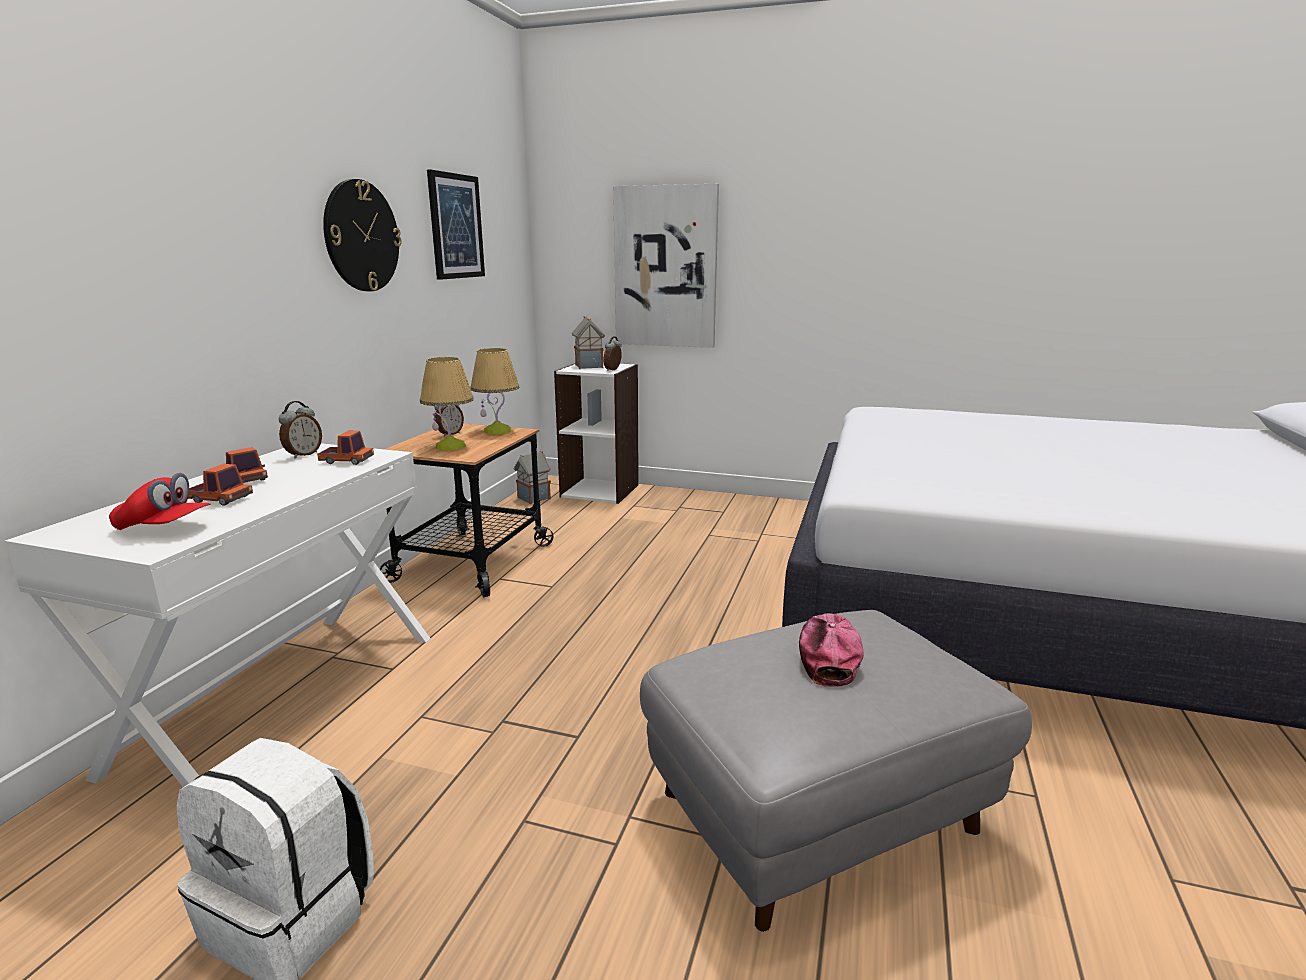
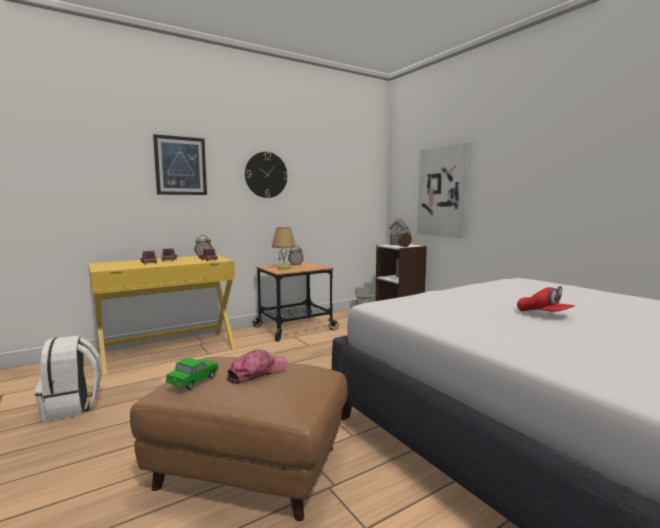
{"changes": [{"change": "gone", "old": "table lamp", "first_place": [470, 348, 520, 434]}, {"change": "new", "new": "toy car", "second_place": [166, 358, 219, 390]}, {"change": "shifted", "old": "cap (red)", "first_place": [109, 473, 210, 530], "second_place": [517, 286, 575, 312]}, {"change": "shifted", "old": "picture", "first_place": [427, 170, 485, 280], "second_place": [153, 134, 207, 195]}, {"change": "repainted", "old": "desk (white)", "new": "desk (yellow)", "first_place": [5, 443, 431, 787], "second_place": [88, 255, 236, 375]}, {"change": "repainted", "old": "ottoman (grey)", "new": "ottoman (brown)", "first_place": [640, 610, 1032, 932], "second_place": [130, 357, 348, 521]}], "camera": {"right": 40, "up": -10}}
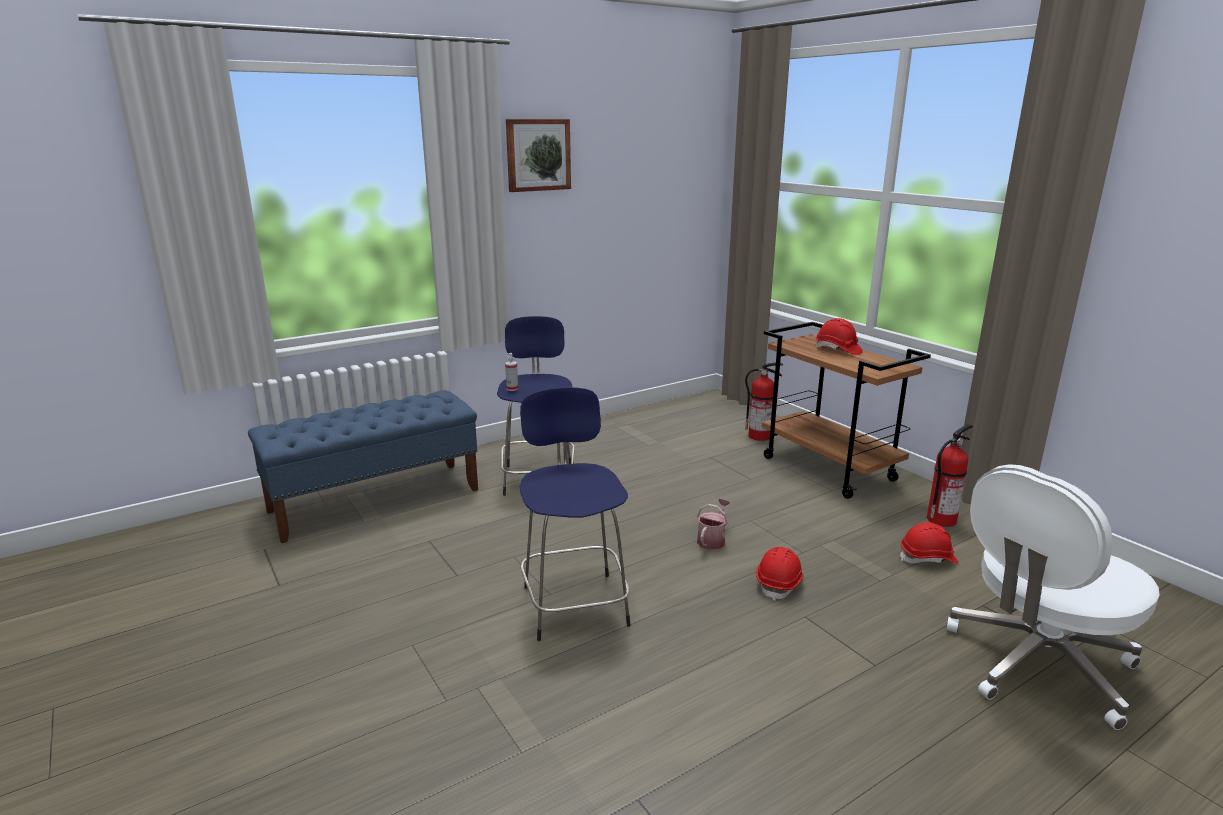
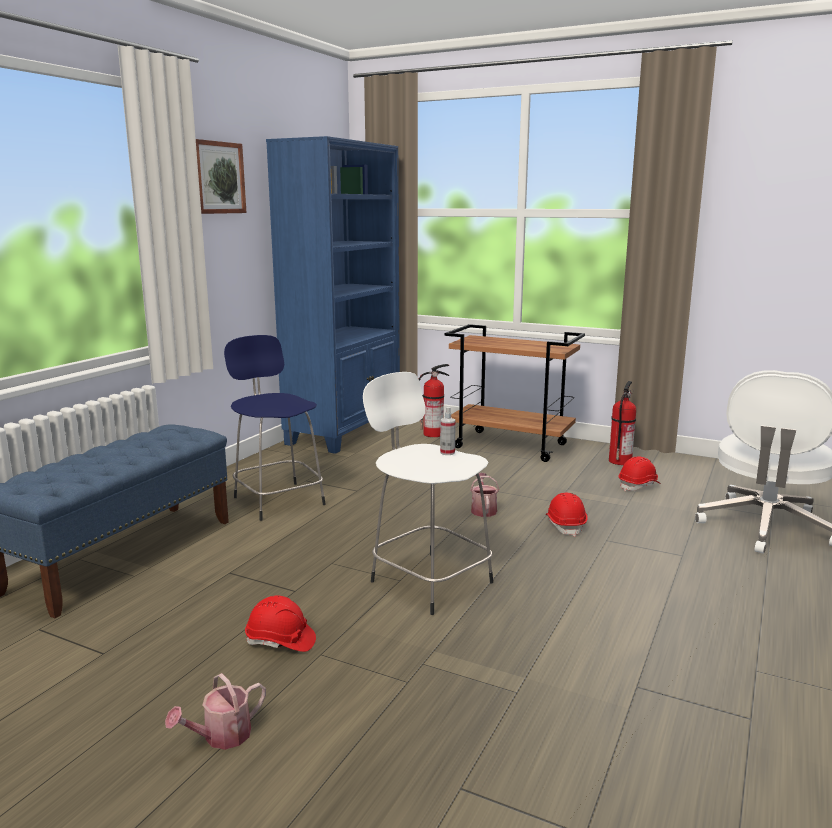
{"changes": [{"change": "new", "new": "watering can", "second_place": [165, 673, 266, 750]}, {"change": "new", "new": "bookcase (blue)", "second_place": [266, 136, 400, 454]}, {"change": "shifted", "old": "spray bottle", "first_place": [505, 353, 518, 391], "second_place": [440, 407, 456, 455]}, {"change": "shifted", "old": "hard hat (red)", "first_place": [816, 318, 863, 355], "second_place": [245, 595, 316, 652]}, {"change": "repainted", "old": "stool (blue)", "new": "stool (white)", "first_place": [520, 387, 631, 641], "second_place": [363, 372, 493, 615]}], "camera": {"right": -30, "up": -5}}
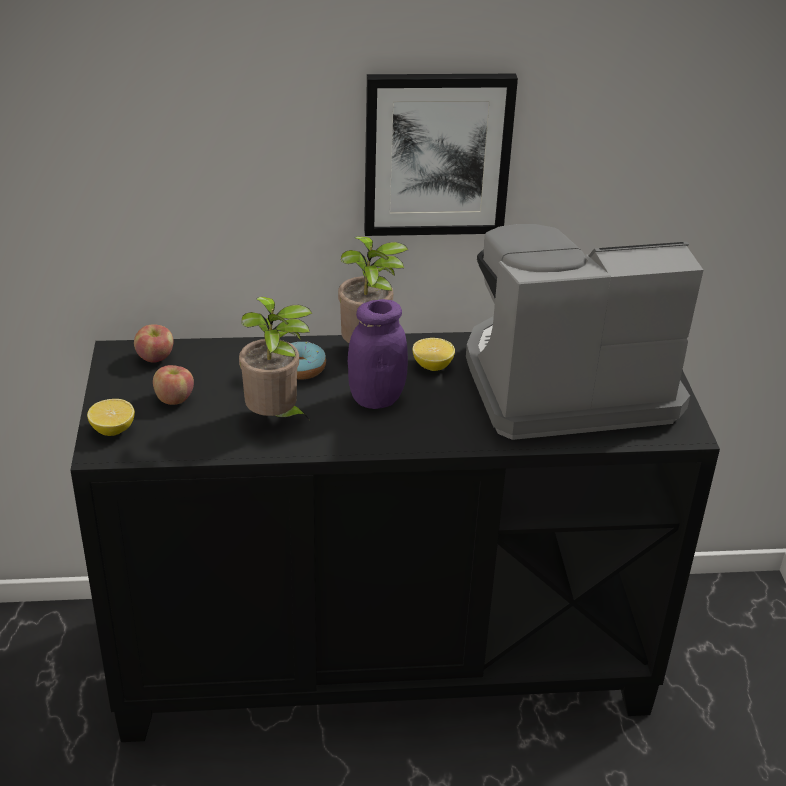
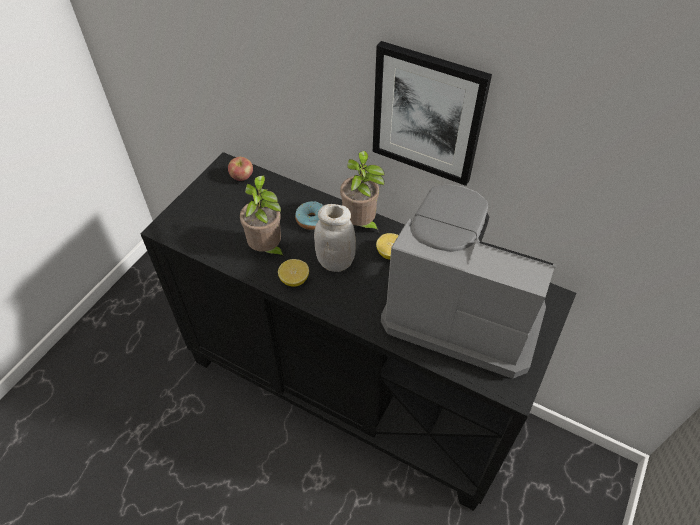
{"changes": [{"change": "gone", "old": "apple", "first_place": [153, 365, 194, 405]}, {"change": "shifted", "old": "lemon", "first_place": [87, 399, 135, 436], "second_place": [278, 259, 309, 287]}, {"change": "repainted", "old": "jar (purple)", "new": "jar (white)", "first_place": [348, 299, 408, 409], "second_place": [314, 204, 356, 272]}], "camera": {"right": 35, "up": 15}}
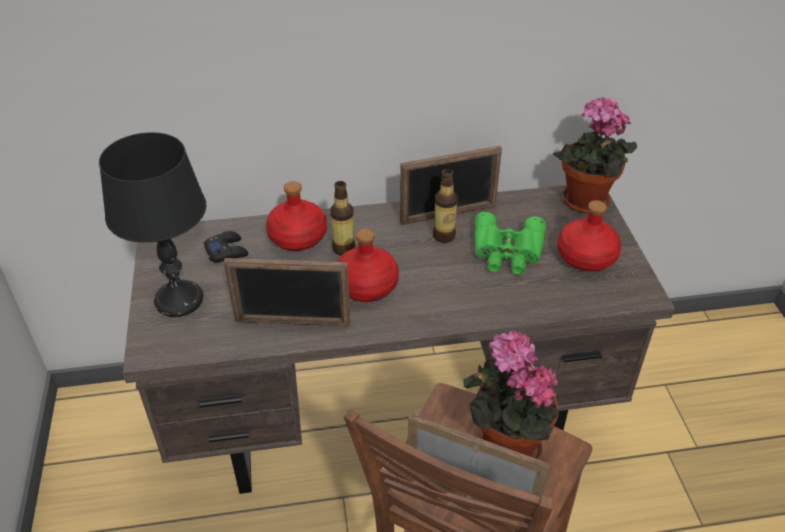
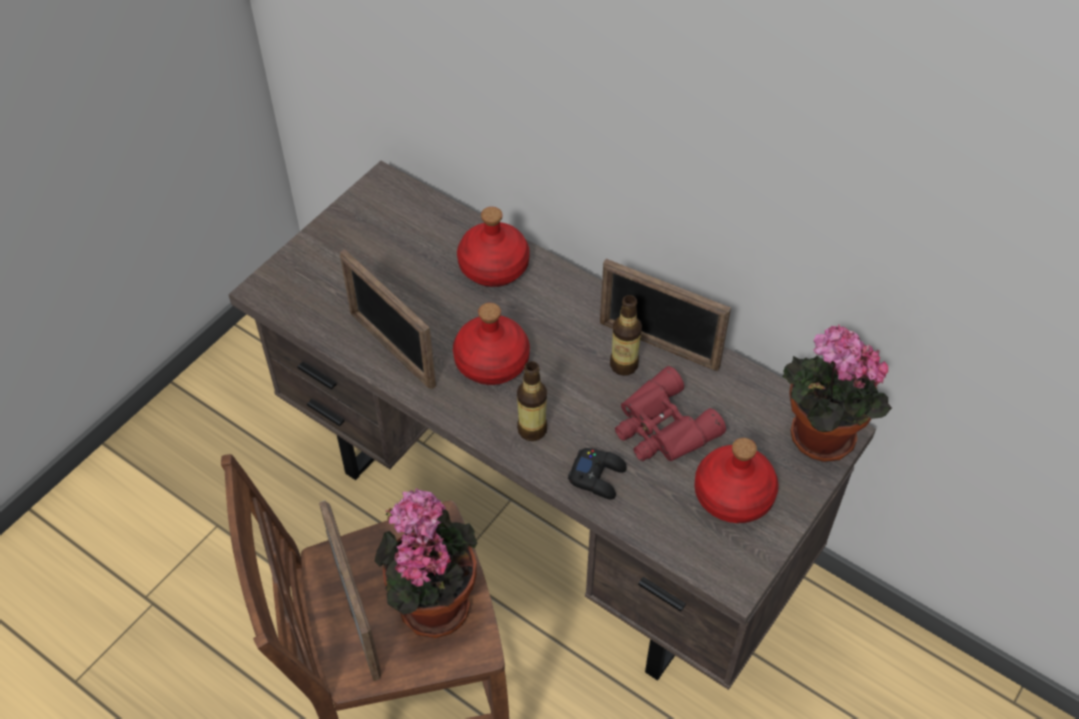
{"changes": [{"change": "gone", "old": "table lamp (black)", "first_place": [99, 132, 206, 317]}, {"change": "shifted", "old": "game controller (black)", "first_place": [203, 231, 248, 263], "second_place": [568, 448, 627, 499]}, {"change": "shifted", "old": "bottle", "first_place": [330, 181, 355, 256], "second_place": [517, 361, 547, 441]}, {"change": "repainted", "old": "binoculars (green)", "new": "binoculars (red)", "first_place": [474, 212, 546, 275], "second_place": [615, 366, 726, 461]}], "camera": {"right": 45, "up": 10}}
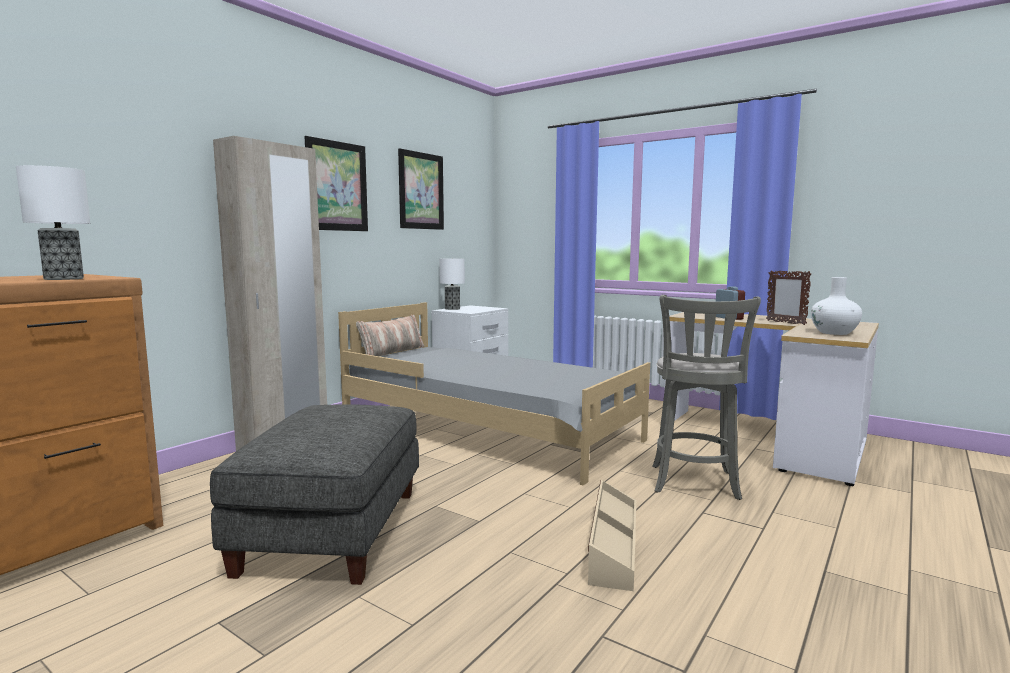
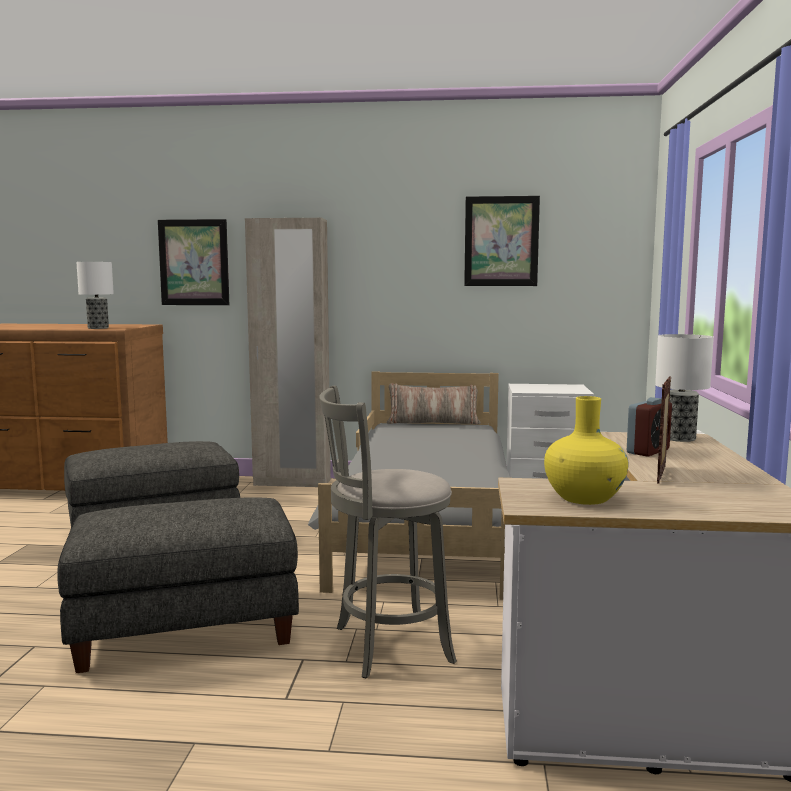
{"changes": [{"change": "shifted", "old": "picture", "first_place": [304, 136, 368, 231], "second_place": [158, 219, 229, 305]}, {"change": "shifted", "old": "table lamp", "first_place": [439, 258, 465, 310], "second_place": [655, 334, 714, 442]}, {"change": "swapped", "old": "storage box (beige)", "new": "ottoman (grey)", "first_place": [588, 480, 636, 591], "second_place": [57, 498, 299, 673]}, {"change": "repainted", "old": "vase (white)", "new": "vase (yellow)", "first_place": [811, 277, 862, 335], "second_place": [544, 396, 629, 505]}], "camera": {"right": 60, "up": 0}}
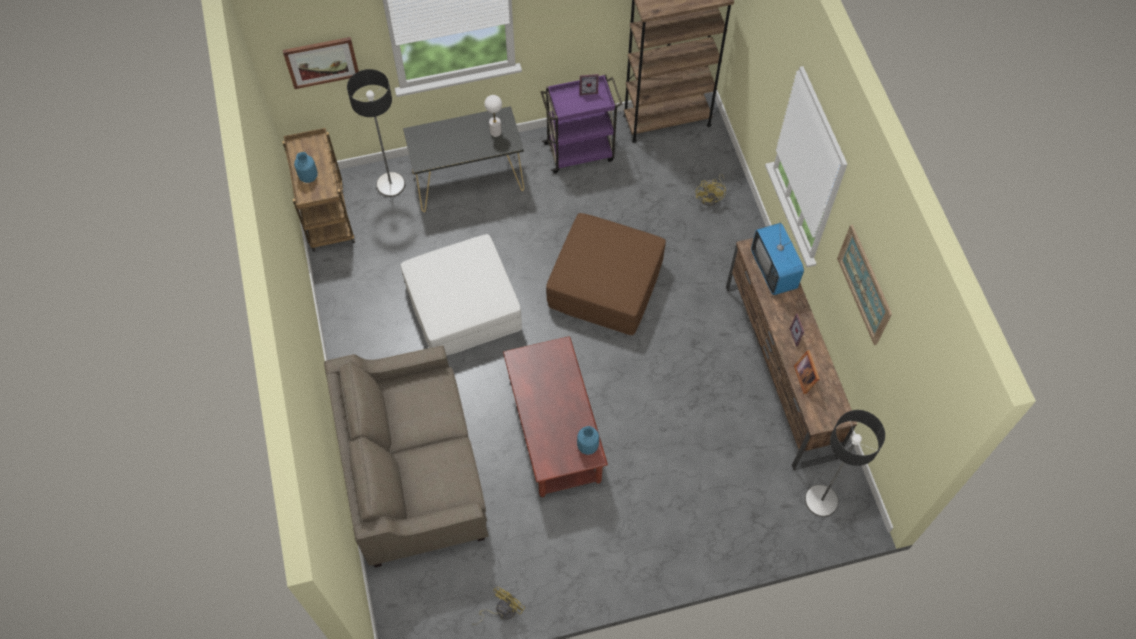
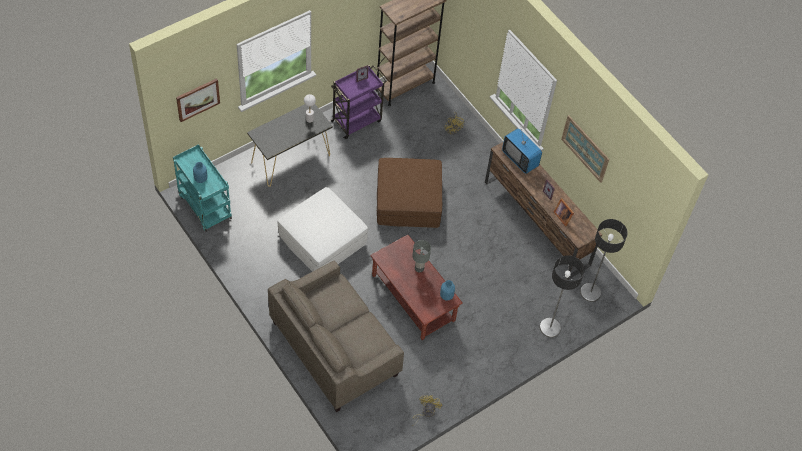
{"changes": [{"change": "new", "new": "table lamp (grey)", "second_place": [412, 240, 431, 272]}, {"change": "shifted", "old": "floor lamp", "first_place": [347, 69, 405, 197], "second_place": [540, 255, 585, 338]}, {"change": "repainted", "old": "cart (brown)", "new": "cart (turquoise)", "first_place": [282, 128, 355, 252], "second_place": [173, 144, 232, 232]}], "camera": {"right": -25, "up": -5}}
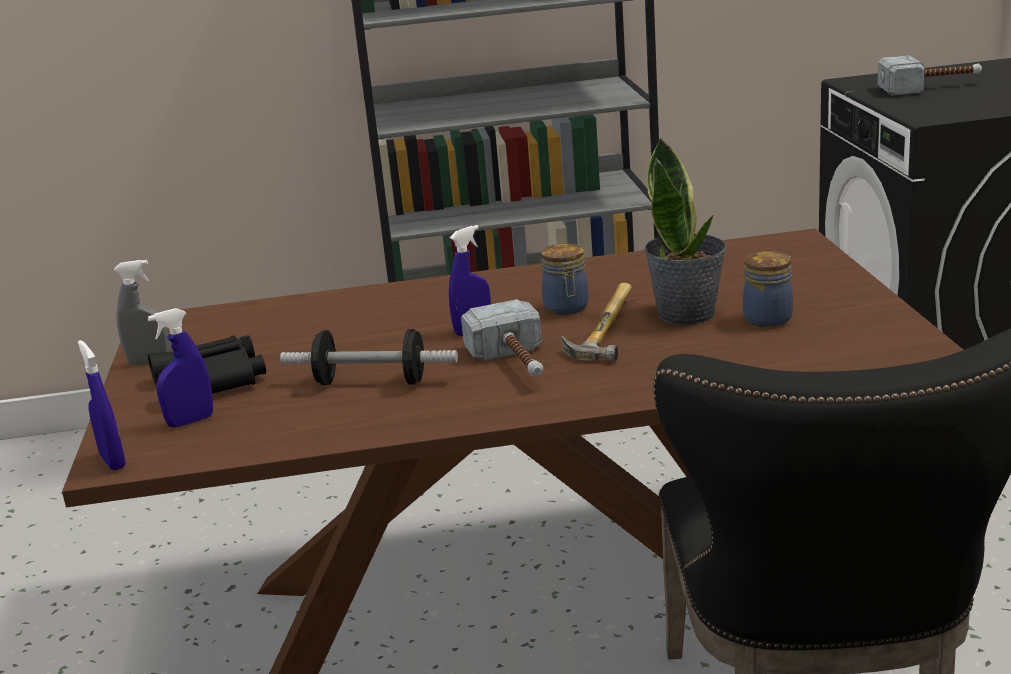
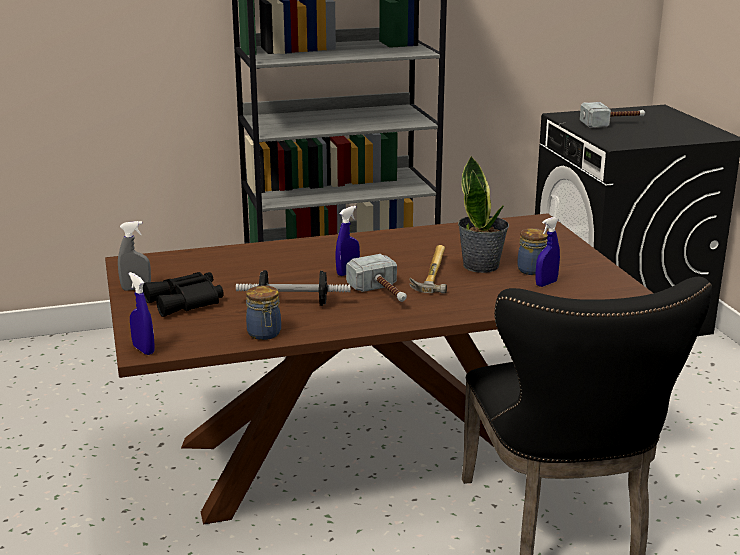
{"changes": [{"change": "shifted", "old": "spray bottle (blue)", "first_place": [148, 308, 213, 428], "second_place": [535, 217, 560, 287]}, {"change": "shifted", "old": "jar", "first_place": [541, 243, 589, 315], "second_place": [246, 285, 281, 340]}], "camera": {"right": -10, "up": 0}}
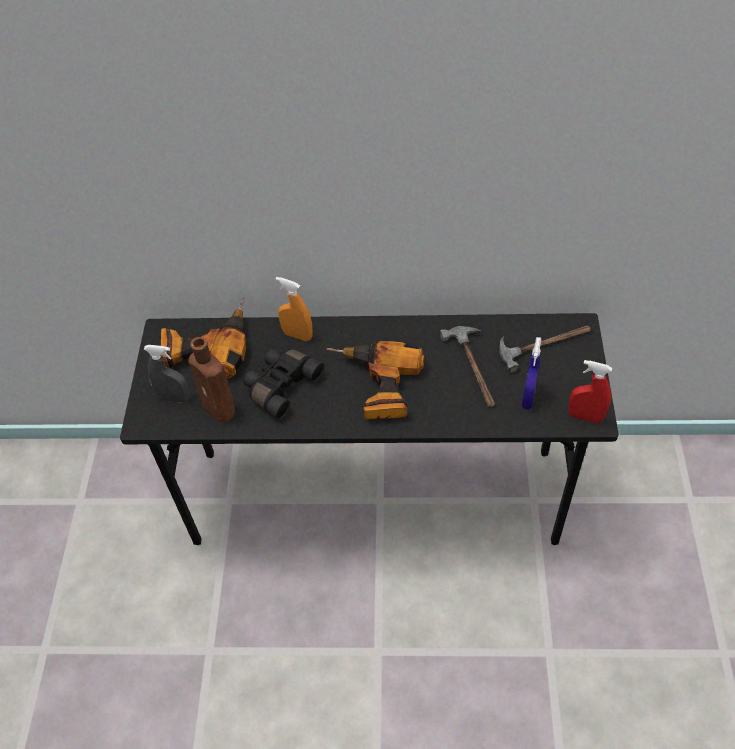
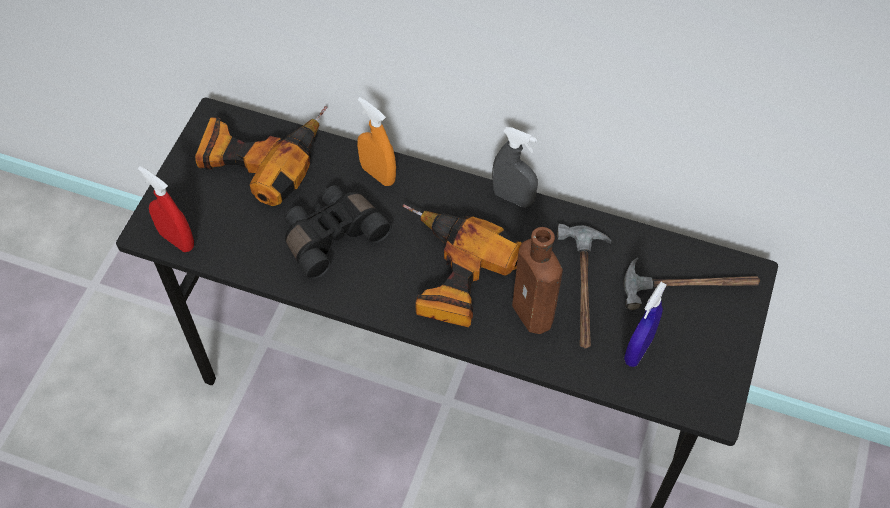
{"changes": [{"change": "shifted", "old": "spray bottle (grey)", "first_place": [144, 345, 190, 403], "second_place": [492, 127, 538, 208]}, {"change": "shifted", "old": "bottle (brown)", "first_place": [189, 337, 235, 422], "second_place": [512, 227, 563, 334]}, {"change": "shifted", "old": "spray bottle (red)", "first_place": [568, 360, 612, 423], "second_place": [138, 166, 194, 252]}], "camera": {"right": 15, "up": 5}}
